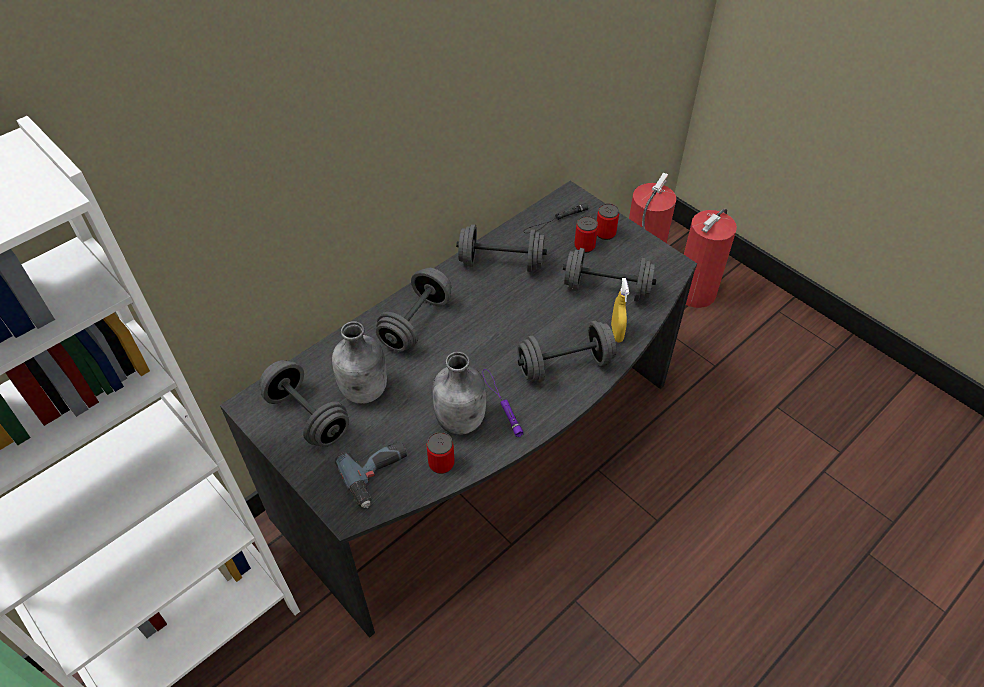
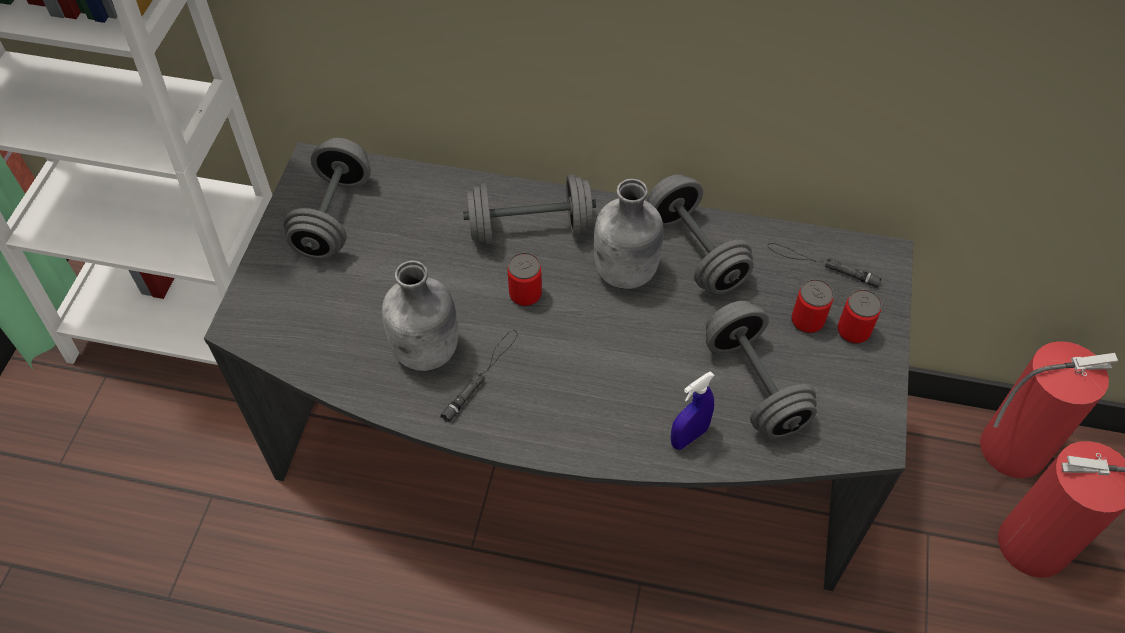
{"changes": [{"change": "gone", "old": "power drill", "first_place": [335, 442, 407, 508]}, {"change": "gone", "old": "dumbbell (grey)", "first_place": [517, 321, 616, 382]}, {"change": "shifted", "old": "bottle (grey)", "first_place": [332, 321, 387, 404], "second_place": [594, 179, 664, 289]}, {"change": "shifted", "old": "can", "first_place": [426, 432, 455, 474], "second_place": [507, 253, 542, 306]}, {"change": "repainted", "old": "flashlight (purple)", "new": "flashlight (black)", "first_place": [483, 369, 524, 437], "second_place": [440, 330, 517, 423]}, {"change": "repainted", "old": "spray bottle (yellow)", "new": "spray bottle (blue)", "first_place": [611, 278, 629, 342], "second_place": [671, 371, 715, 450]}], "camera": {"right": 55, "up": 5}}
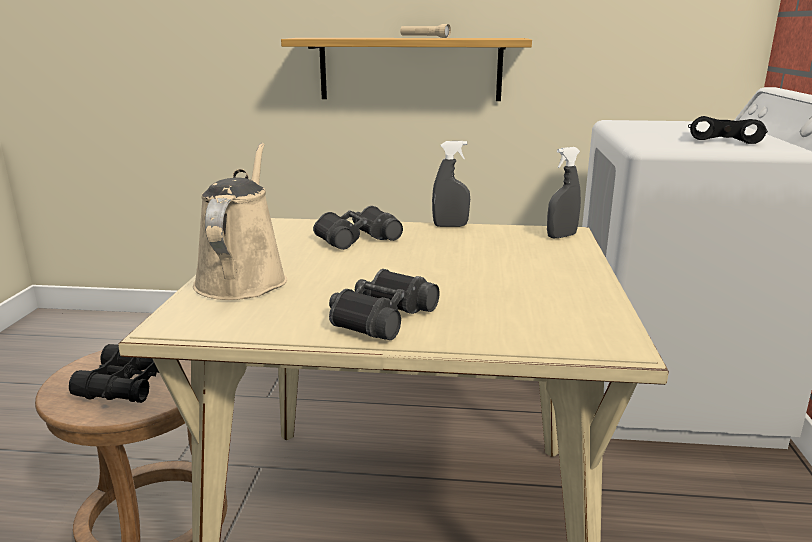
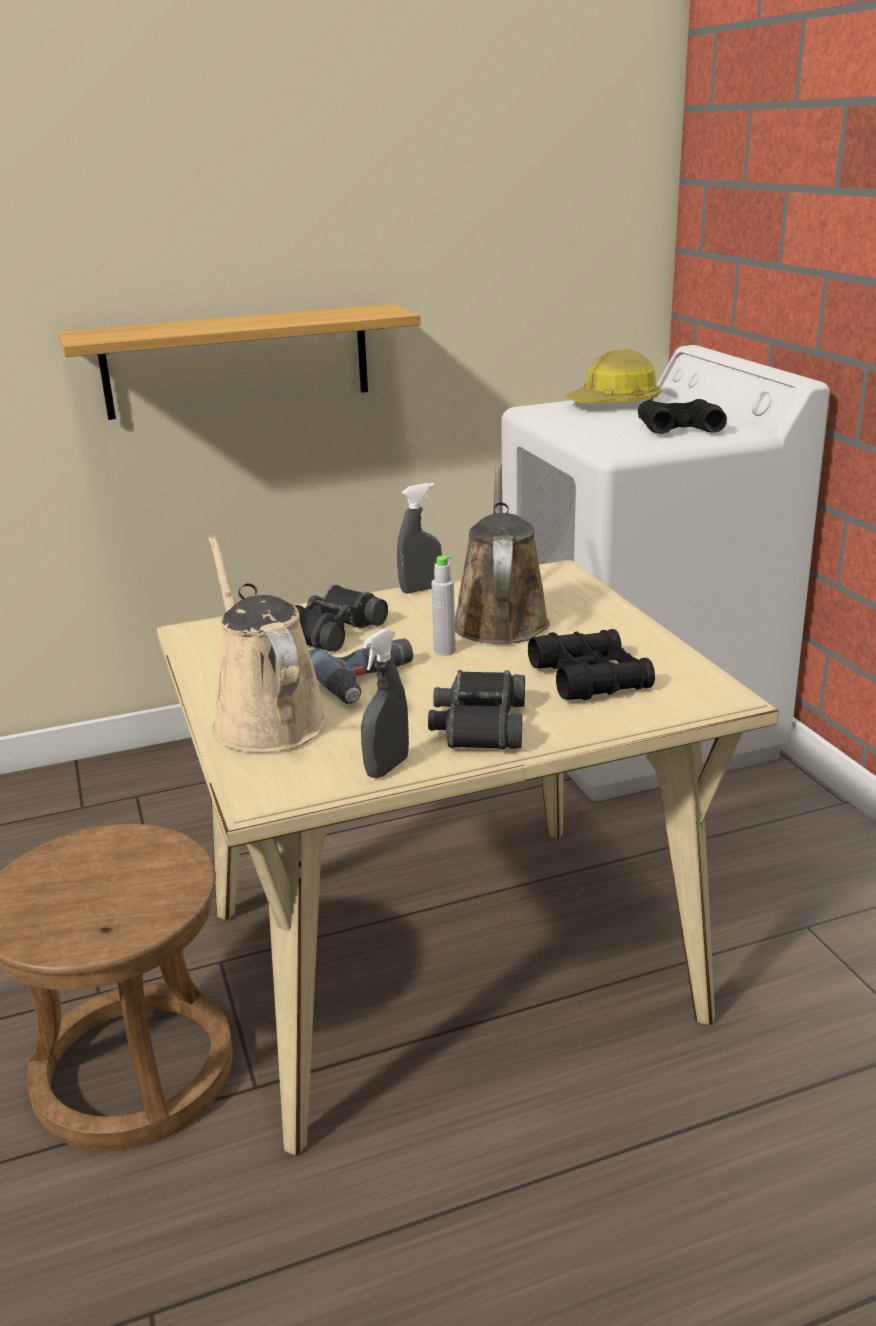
{"changes": [{"change": "gone", "old": "flashlight (beige)", "first_place": [400, 24, 451, 38]}, {"change": "new", "new": "power drill", "second_place": [309, 638, 413, 704]}, {"change": "new", "new": "bottle (grey)", "second_place": [432, 556, 456, 656]}, {"change": "new", "new": "watering can (brown)", "second_place": [455, 463, 550, 644]}, {"change": "new", "new": "hard hat", "second_place": [564, 349, 661, 404]}, {"change": "shifted", "old": "binoculars (black)", "first_place": [69, 344, 159, 403], "second_place": [528, 629, 655, 700]}, {"change": "shifted", "old": "spray bottle (grey)", "first_place": [547, 147, 581, 239], "second_place": [361, 628, 409, 778]}], "camera": {"right": -25, "up": 5}}
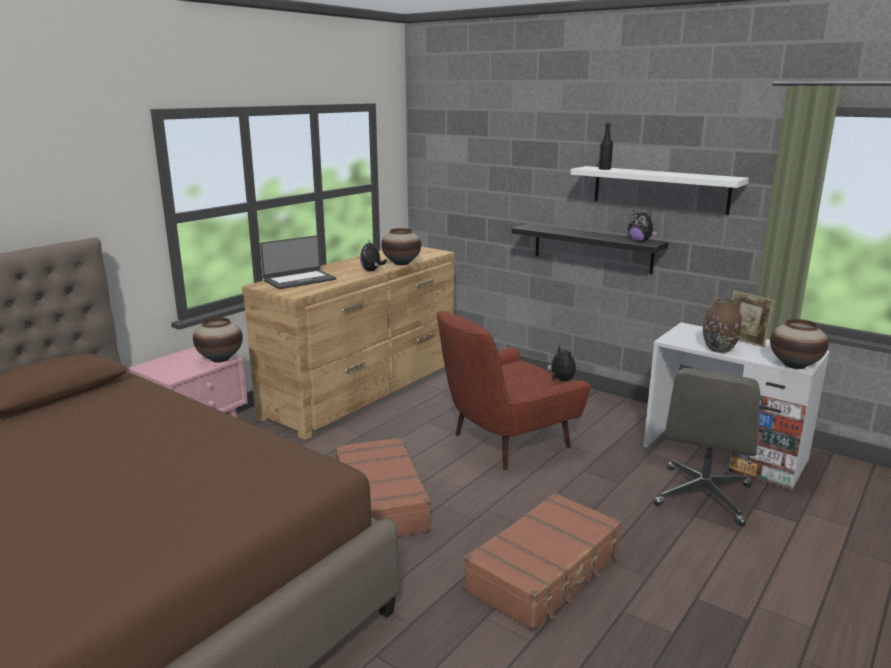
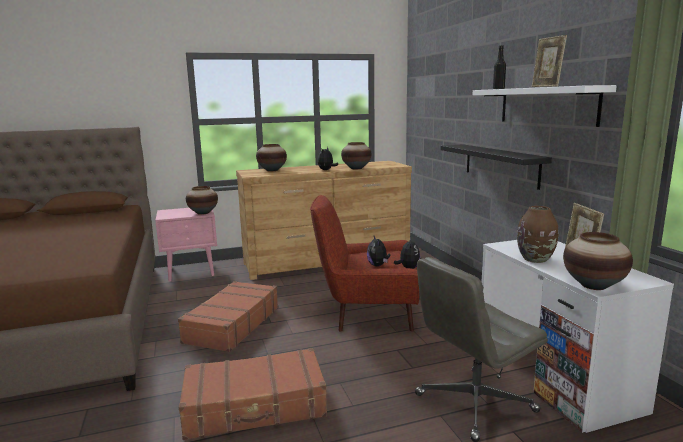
{"changes": [{"change": "new", "new": "picture frame", "second_place": [532, 35, 567, 87]}, {"change": "shifted", "old": "plush toy", "first_place": [628, 209, 657, 242], "second_place": [367, 236, 390, 267]}, {"change": "swapped", "old": "laptop", "new": "vase", "first_place": [260, 235, 337, 289], "second_place": [256, 144, 287, 171]}], "camera": {"right": 35, "up": -5}}
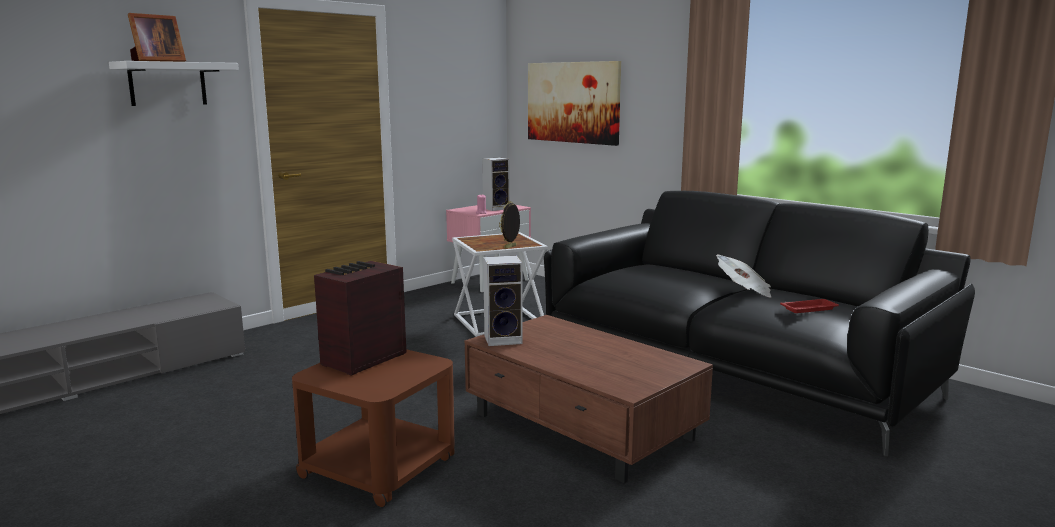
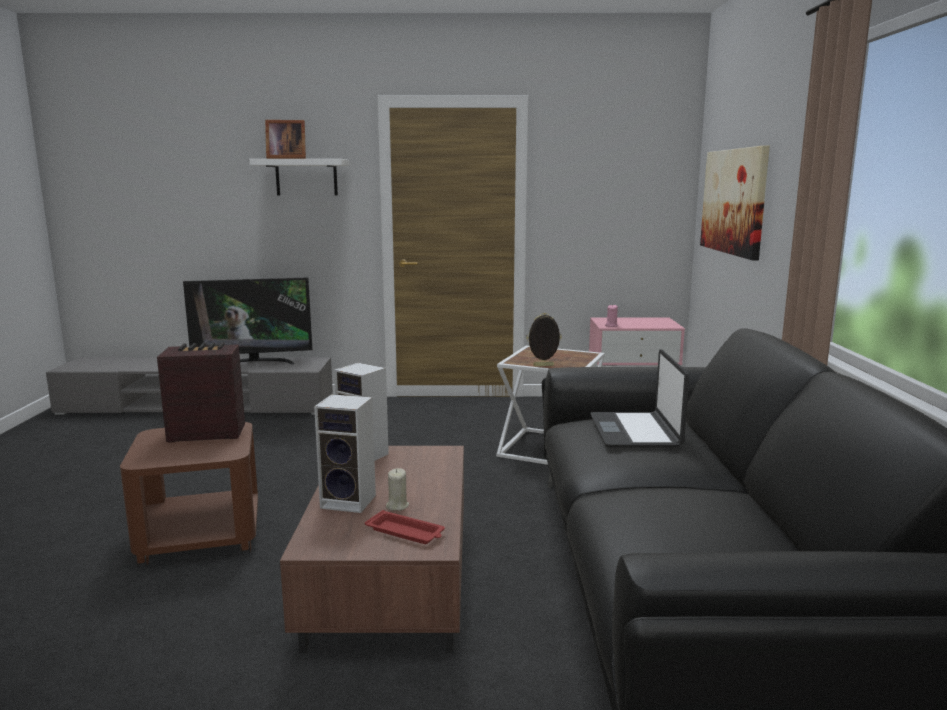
{"changes": [{"change": "gone", "old": "newspaper", "first_place": [716, 254, 771, 298]}, {"change": "new", "new": "television", "second_place": [183, 278, 312, 364]}, {"change": "new", "new": "candle (beige)", "second_place": [386, 468, 409, 511]}, {"change": "new", "new": "laptop", "second_place": [590, 349, 689, 448]}, {"change": "shifted", "old": "speaker", "first_place": [482, 157, 510, 211], "second_place": [314, 394, 376, 513]}, {"change": "shifted", "old": "tray (red)", "first_place": [780, 299, 839, 313], "second_place": [365, 510, 445, 544]}], "camera": {"right": 45, "up": 0}}
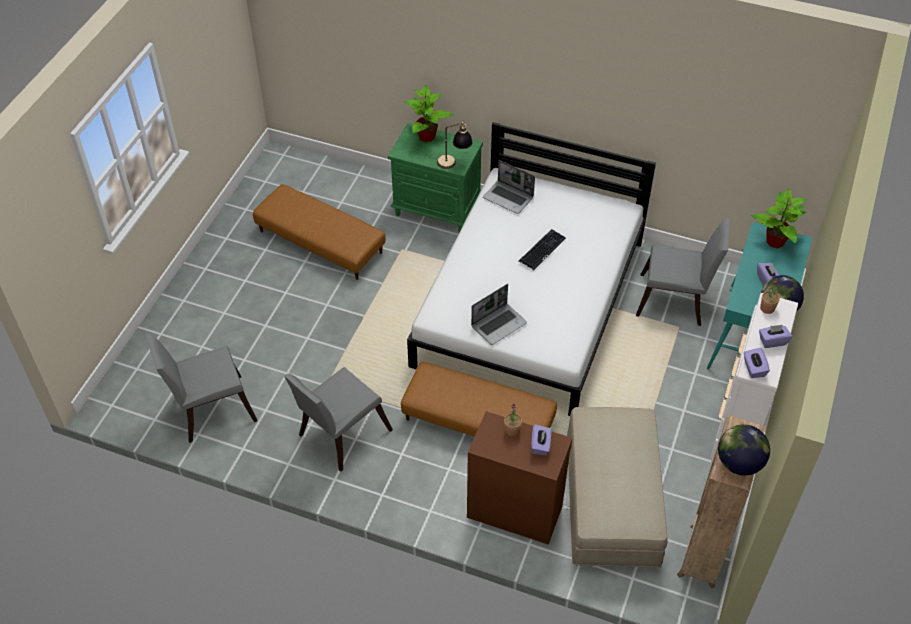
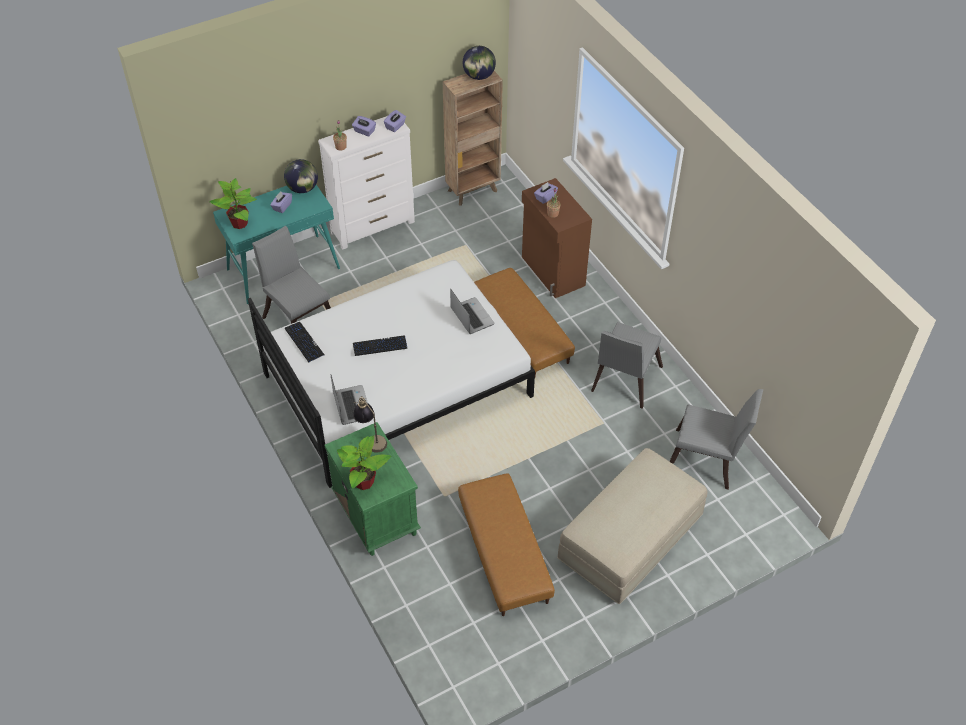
{"changes": [{"change": "new", "new": "keyboard", "second_place": [285, 322, 324, 362]}, {"change": "shifted", "old": "ottoman (beige)", "first_place": [567, 407, 668, 568], "second_place": [557, 448, 707, 604]}, {"change": "rotated", "old": "chair (grey)", "first_place": [284, 367, 393, 472], "second_place": [591, 322, 663, 409], "degrees": 120}, {"change": "rotated", "old": "laptop", "first_place": [471, 284, 527, 345], "second_place": [450, 289, 494, 334], "degrees": 60}], "camera": {"right": -140, "up": 0}}
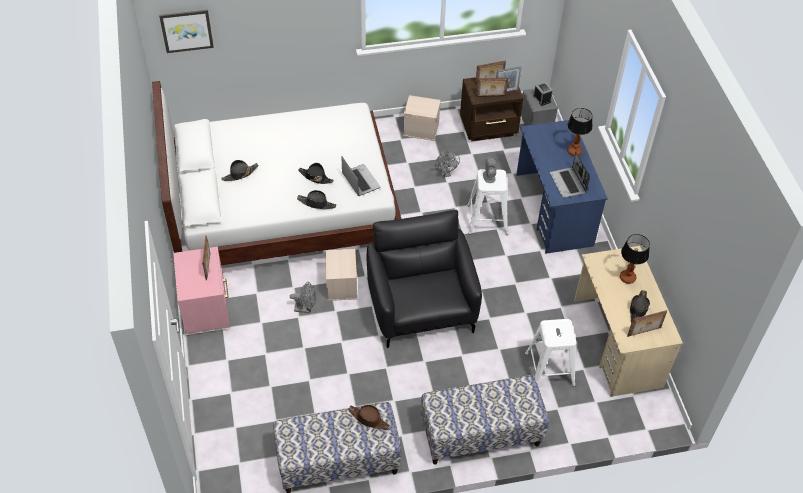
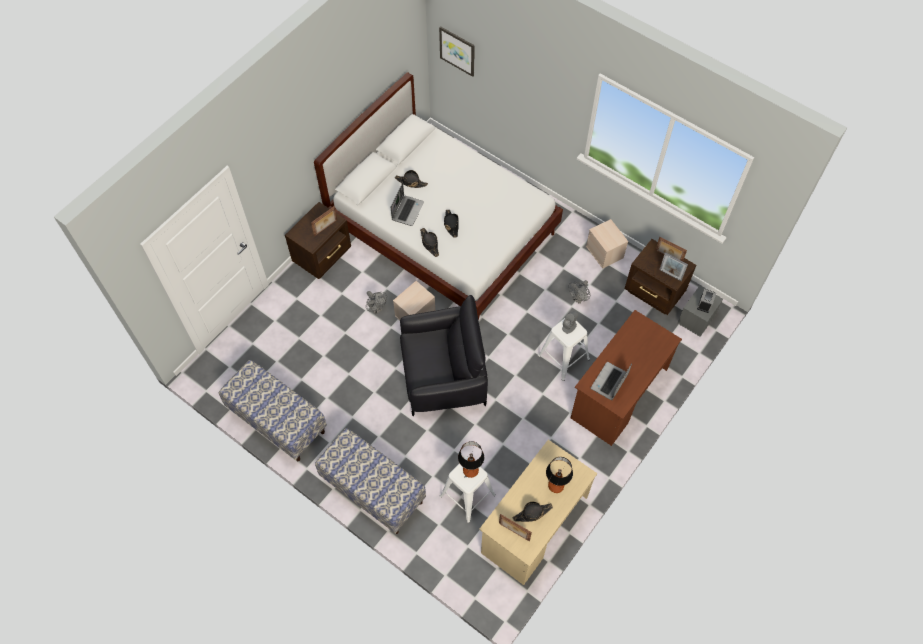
{"changes": [{"change": "gone", "old": "hat (brown)", "first_place": [348, 405, 390, 430]}, {"change": "gone", "old": "picture frame", "first_place": [476, 77, 508, 97]}, {"change": "shifted", "old": "laptop", "first_place": [341, 156, 380, 196], "second_place": [391, 183, 424, 226]}, {"change": "shifted", "old": "table lamp", "first_place": [567, 108, 593, 156], "second_place": [458, 441, 484, 478]}, {"change": "repainted", "old": "nightstand (pink)", "new": "nightstand (brown)", "first_place": [174, 247, 230, 334], "second_place": [285, 202, 351, 279]}, {"change": "repainted", "old": "desk (blue)", "new": "desk (brown)", "first_place": [516, 120, 608, 254], "second_place": [571, 310, 682, 446]}, {"change": "rotated", "old": "armchair (black)", "first_place": [367, 210, 482, 348], "second_place": [400, 295, 488, 416], "degrees": 45}], "camera": {"right": 50, "up": 10}}
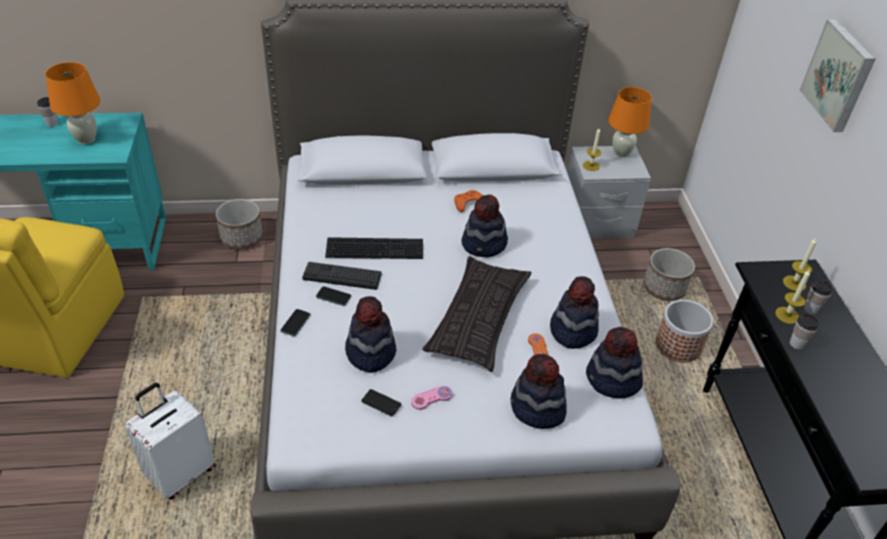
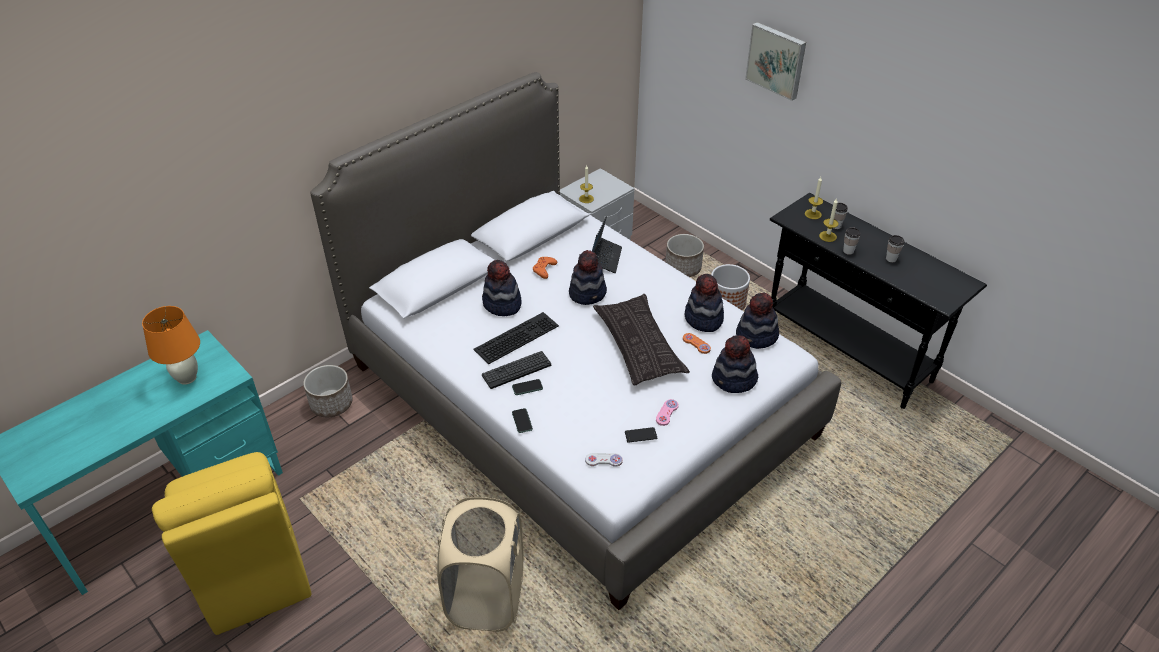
{"changes": [{"change": "gone", "old": "table lamp (orange)", "first_place": [608, 87, 652, 158]}, {"change": "new", "new": "game controller (white)", "second_place": [585, 453, 623, 467]}, {"change": "new", "new": "laptop", "second_place": [592, 216, 622, 273]}, {"change": "shifted", "old": "cup", "first_place": [37, 97, 58, 127], "second_place": [886, 235, 904, 262]}, {"change": "shifted", "old": "hat", "first_place": [345, 296, 396, 373], "second_place": [482, 260, 522, 316]}, {"change": "swapped", "old": "suitcase (white)", "new": "laundry basket (beige)", "first_place": [125, 383, 216, 499], "second_place": [437, 497, 524, 632]}], "camera": {"right": -35, "up": 0}}
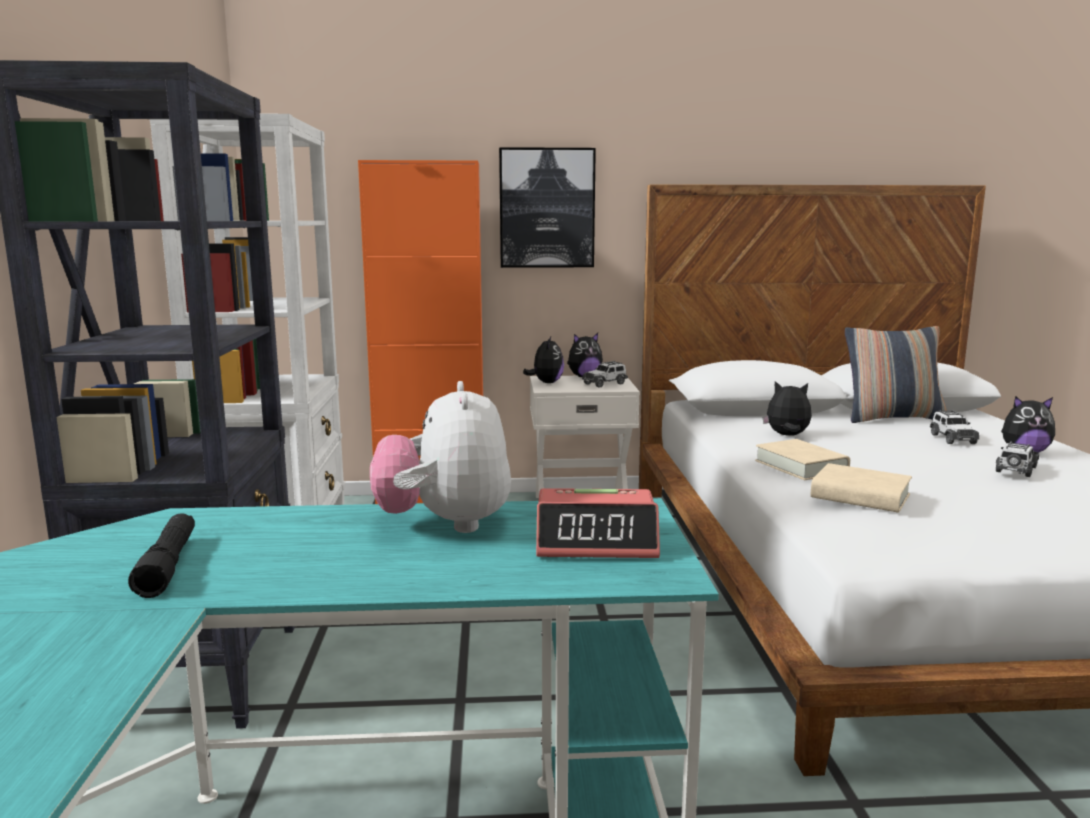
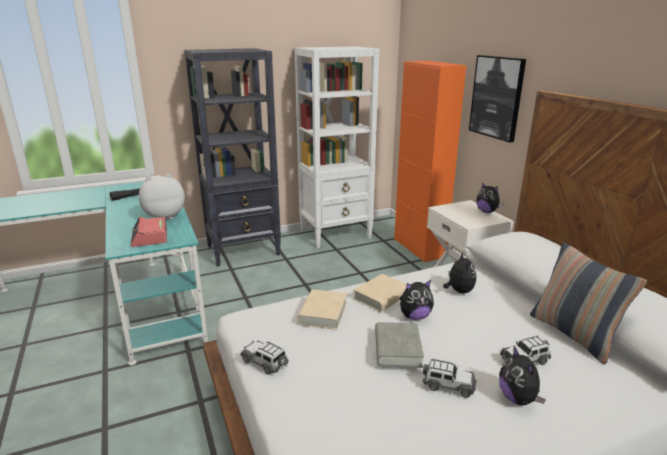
{"changes": [{"change": "new", "new": "book (grey)", "second_place": [375, 322, 424, 368]}, {"change": "shifted", "old": "plush toy", "first_place": [523, 336, 564, 383], "second_place": [399, 280, 434, 320]}, {"change": "shifted", "old": "toy car", "first_place": [582, 361, 628, 388], "second_place": [240, 341, 289, 375]}], "camera": {"right": 70, "up": 10}}
